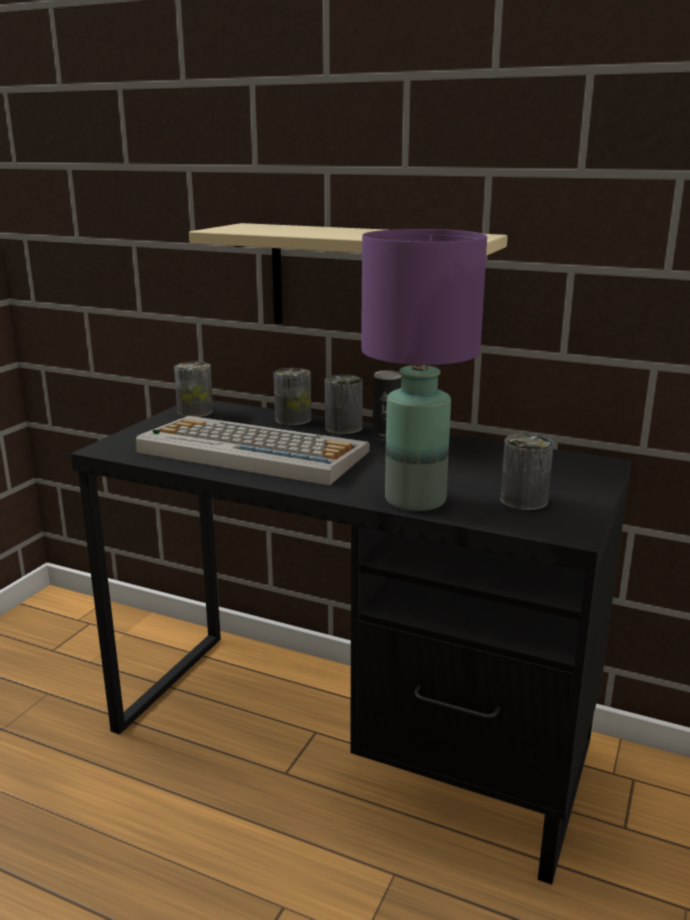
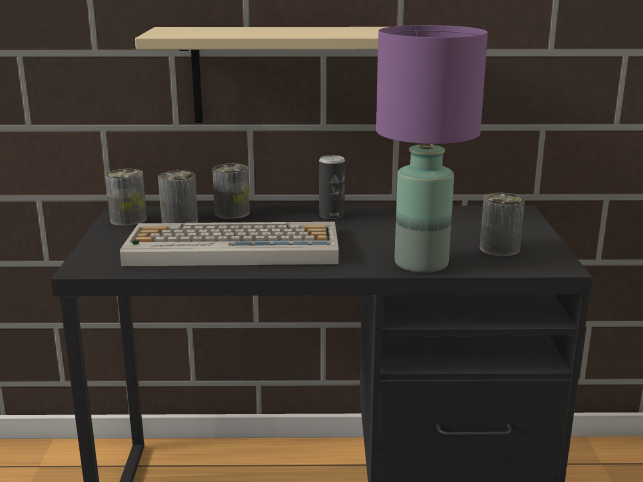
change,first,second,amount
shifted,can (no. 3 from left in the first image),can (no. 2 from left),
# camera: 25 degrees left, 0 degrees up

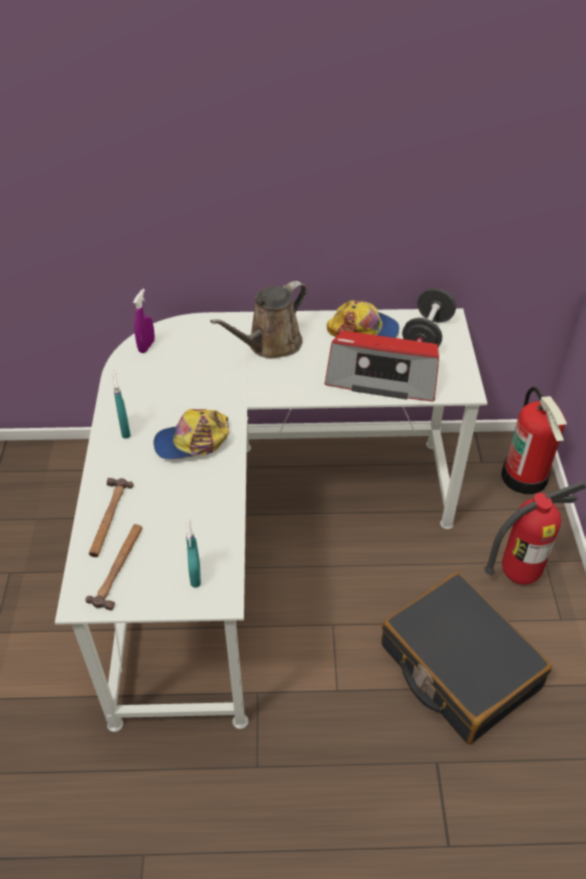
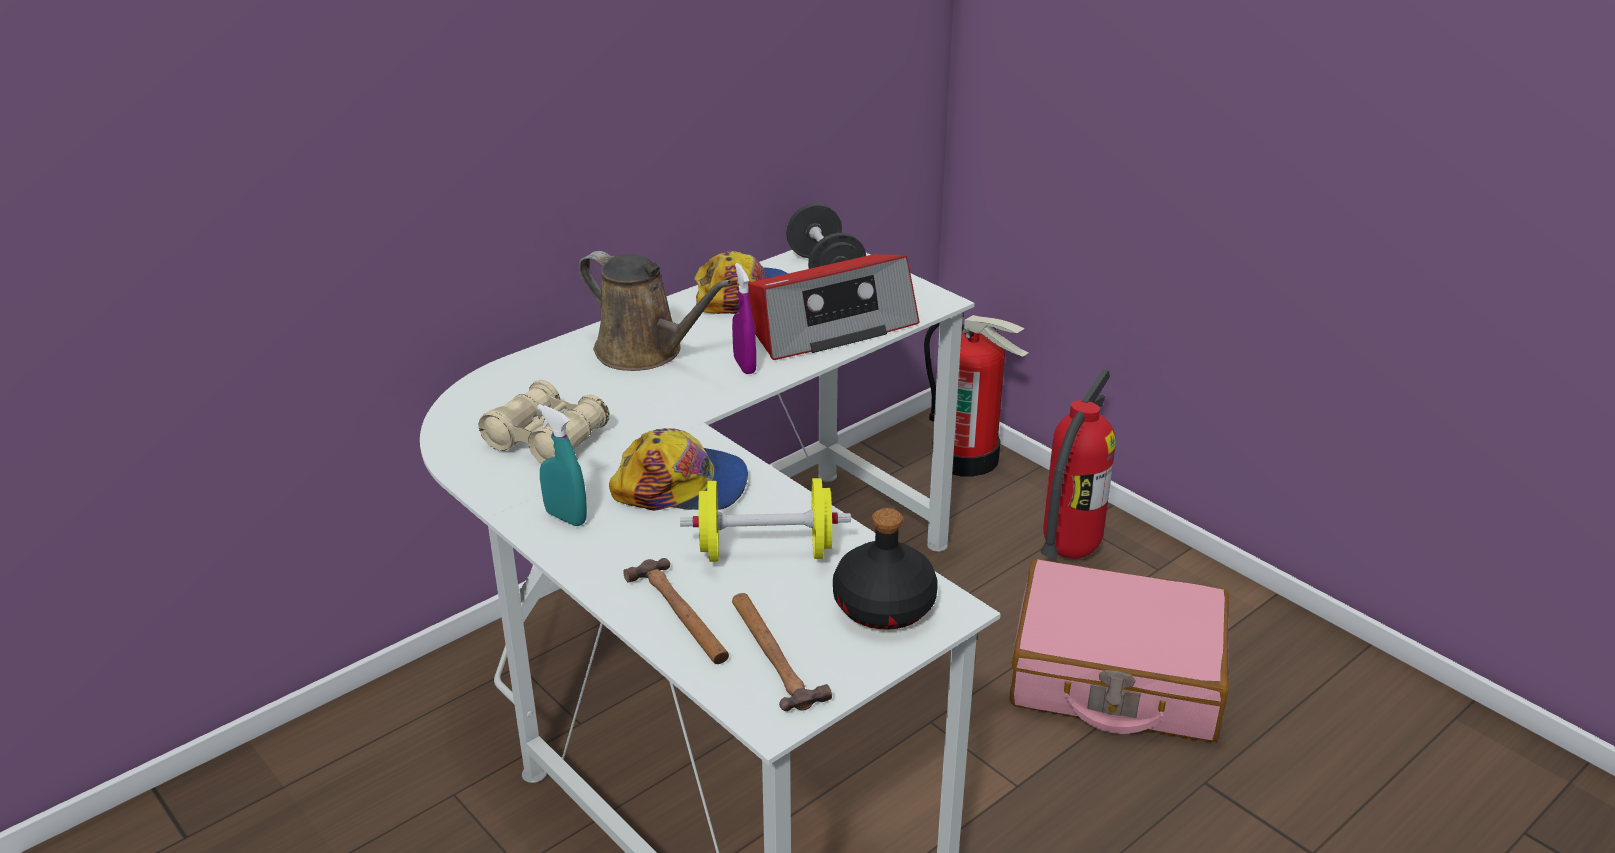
change,first,second,amount
rotated,watering can in brown,,60 degrees counterclockwise
shifted,spray bottle in purple,,
rotated,cap (no. 1 from left),,120 degrees counterclockwise
swapped,spray bottle in turquoise (no. 2 from left),bottle in black,
repainted,suitcase in black,suitcase in pink,
new,,binoculars in beige,
new,,dumbbell in yellow,
# camera: 40 degrees left, 15 degrees down

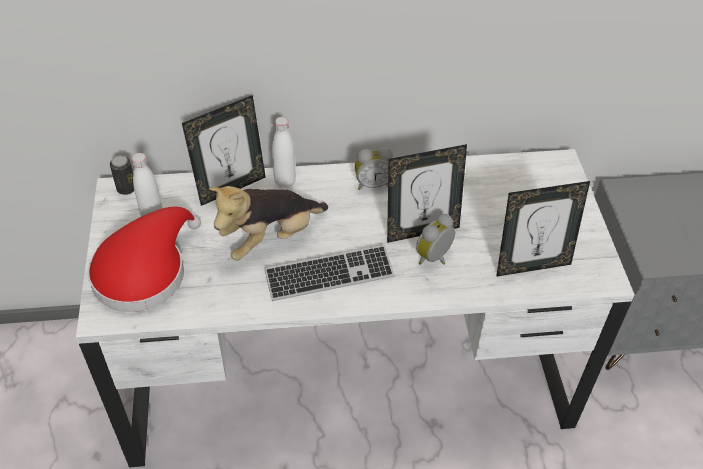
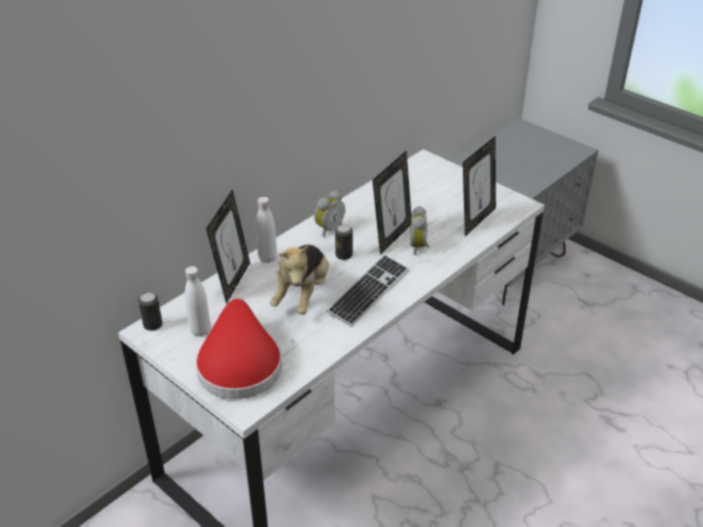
change,first,second,amount
new,,can (no. 2 from left),
# camera: 40 degrees left, 10 degrees down

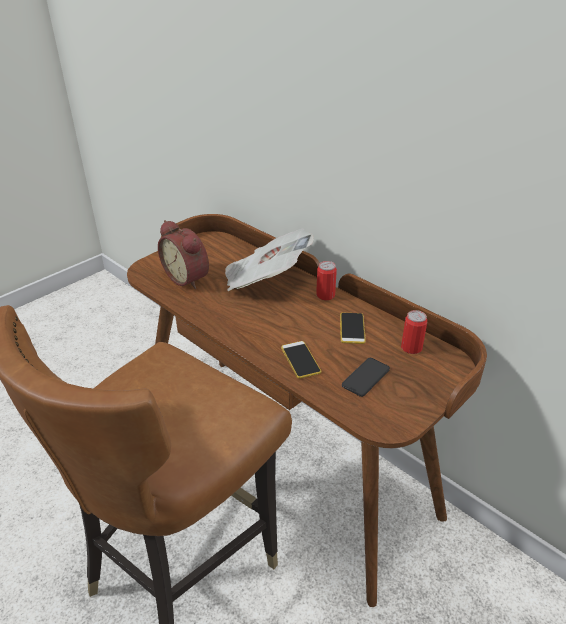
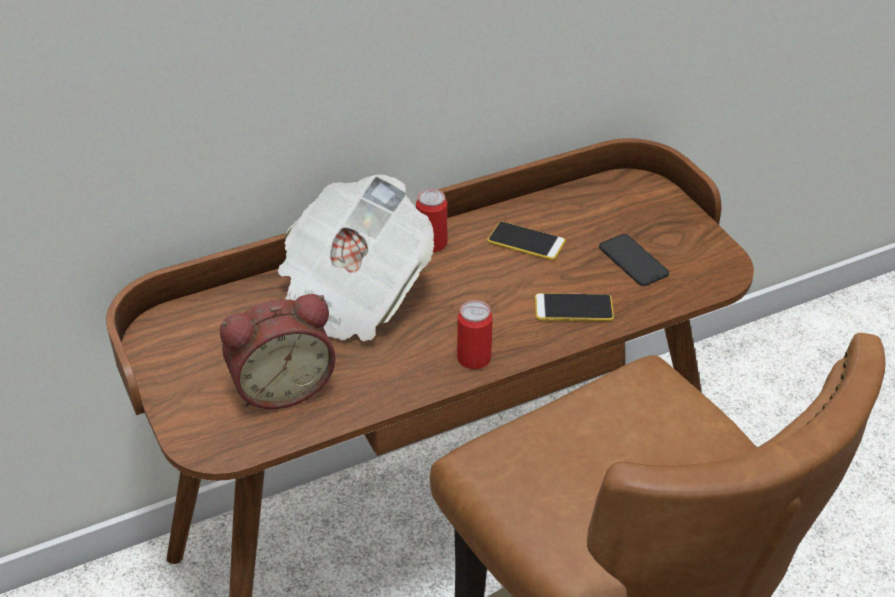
change,first,second,amount
shifted,can (no. 2 from left),,
# camera: 70 degrees left, 5 degrees up

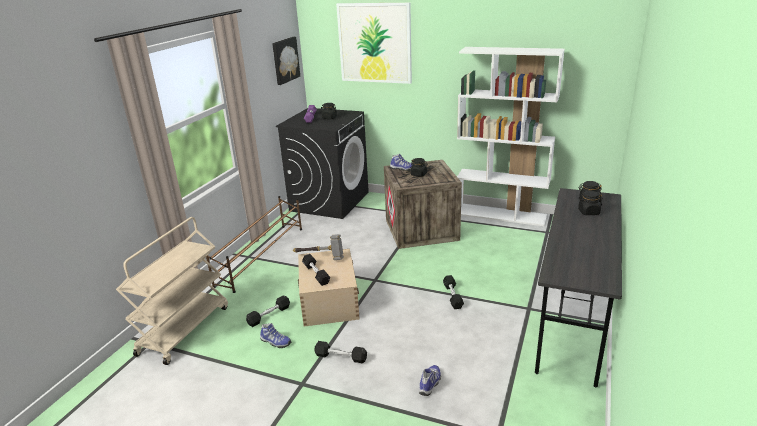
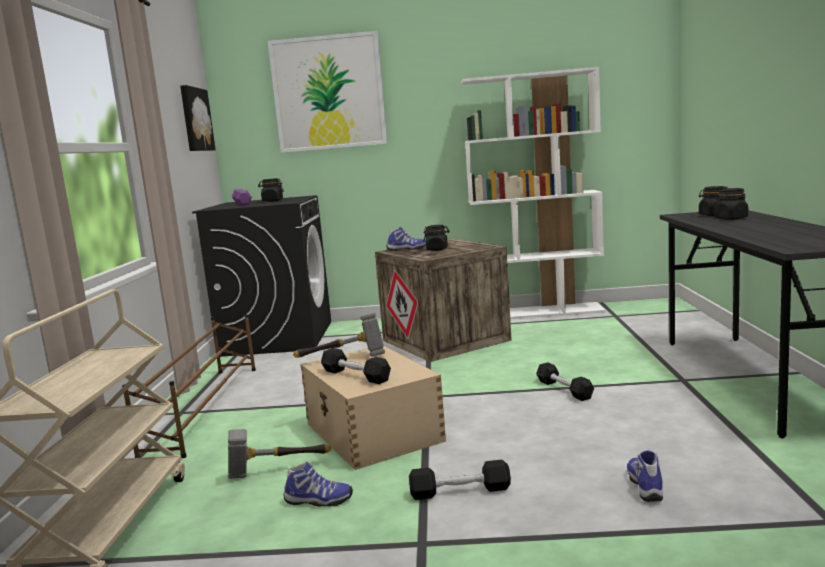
change,first,second,amount
swapped,dumbbell in black (no. 1 from left),hammer (no. 1 from left),
# camera: 20 degrees left, 15 degrees down

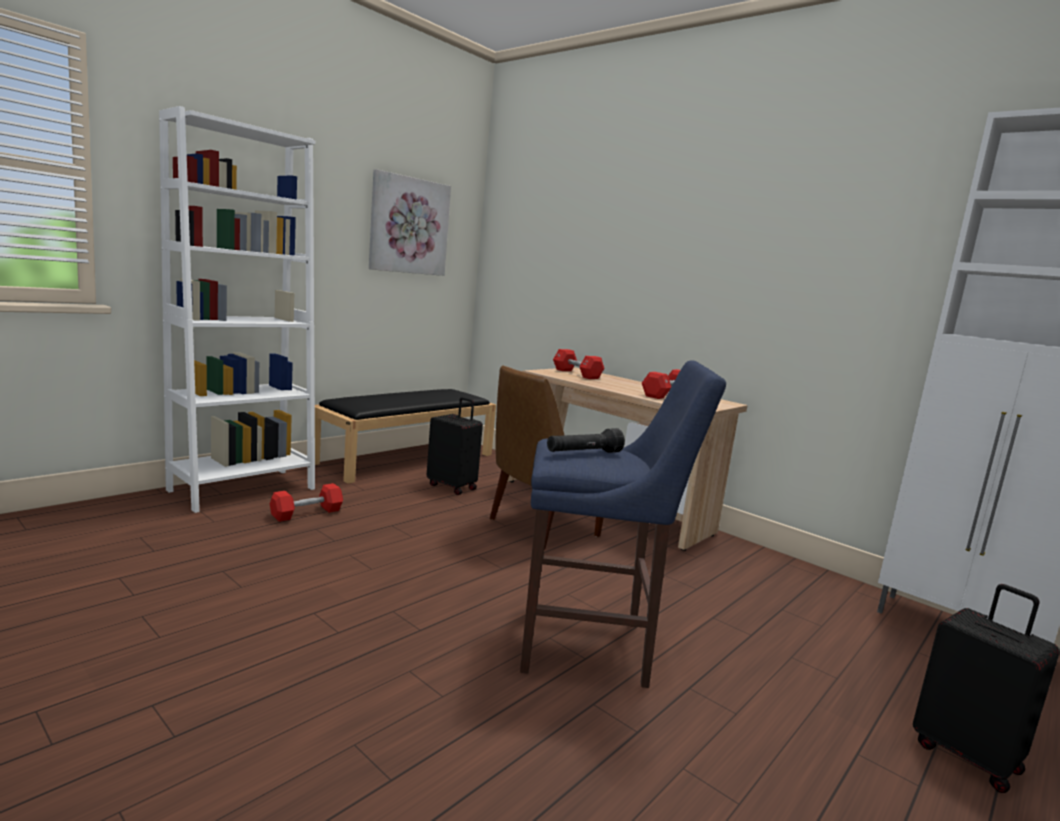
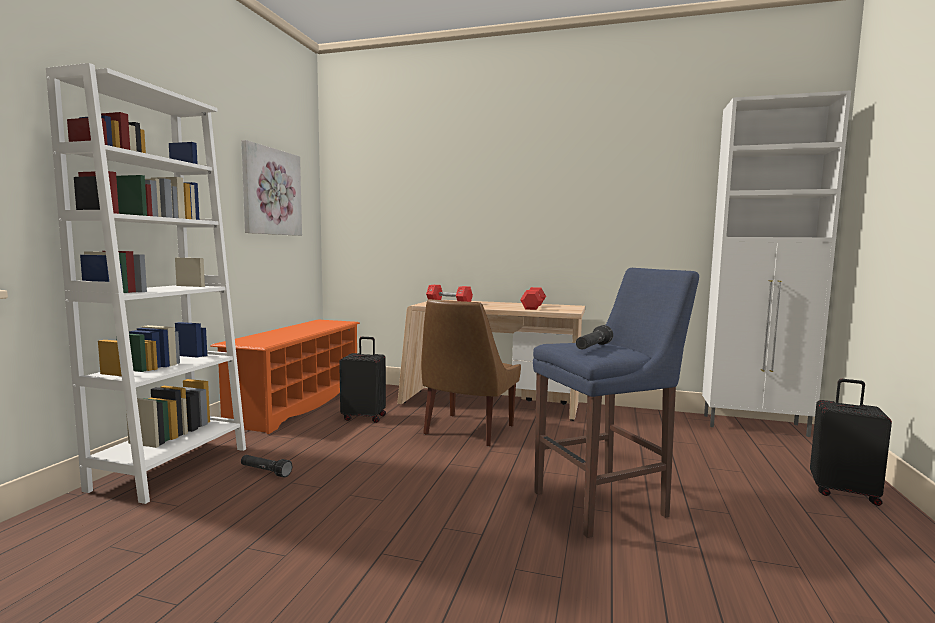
change,first,second,amount
swapped,bench in black,shoe rack in orange,
swapped,dumbbell in red (no. 1 from left),flashlight in black (no. 1 from left),
# camera: 25 degrees left, 5 degrees down

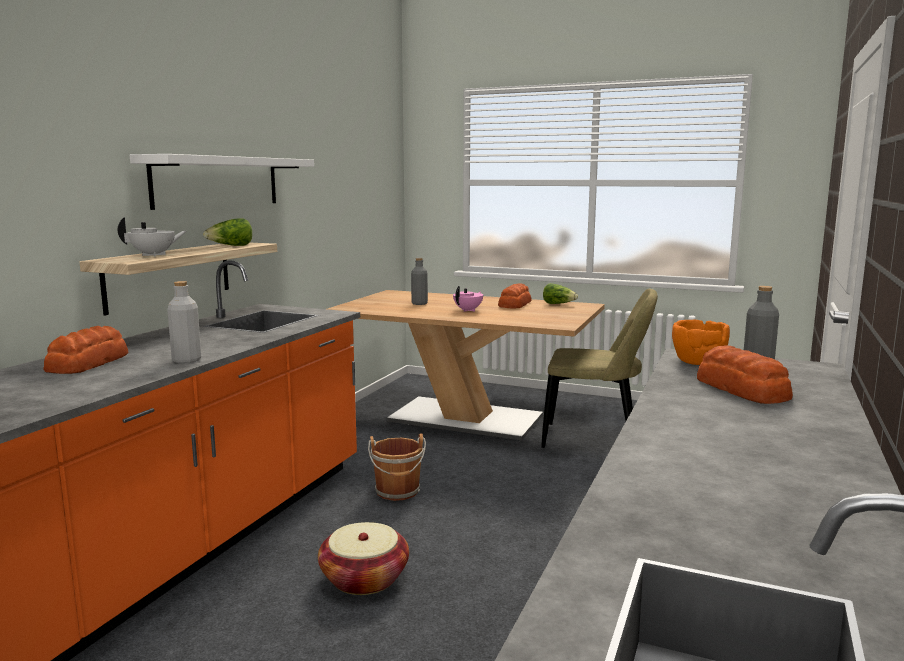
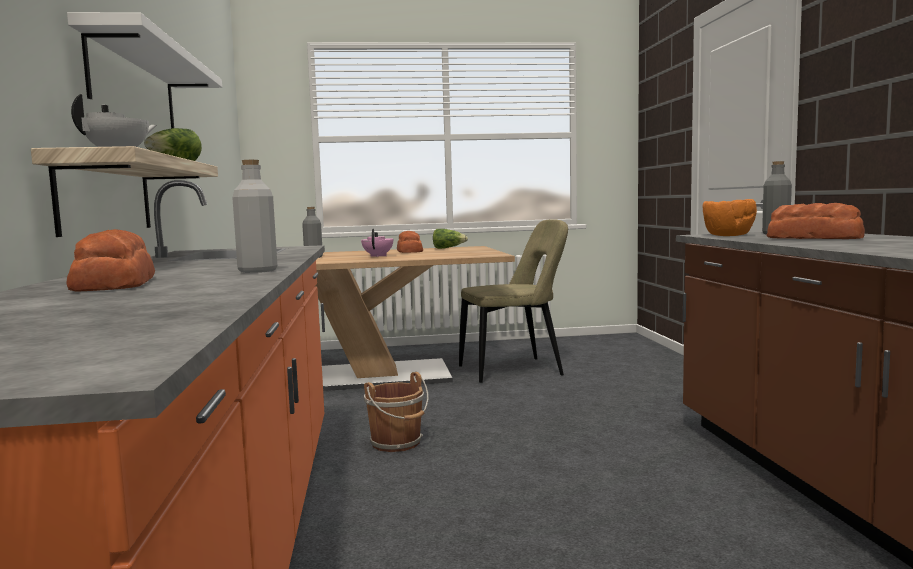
change,first,second,amount
gone,basket,,
# camera: 30 degrees left, 5 degrees down

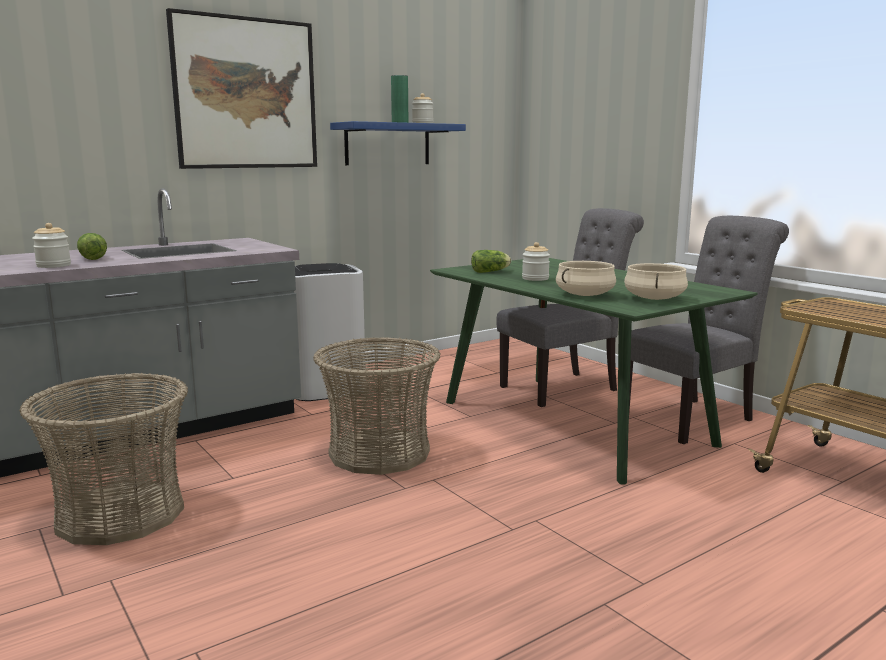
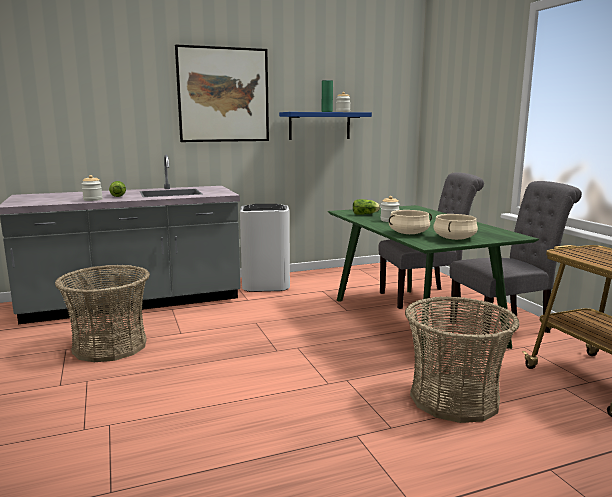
change,first,second,amount
shifted,basket (no. 2 from left),,
# camera: 15 degrees right, 0 degrees up

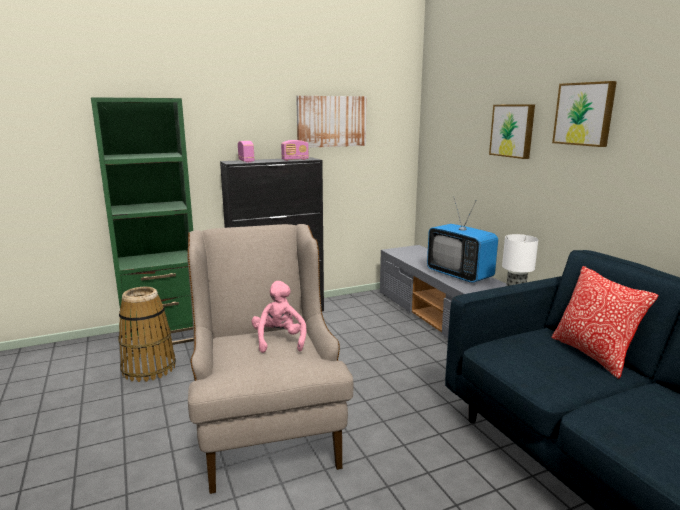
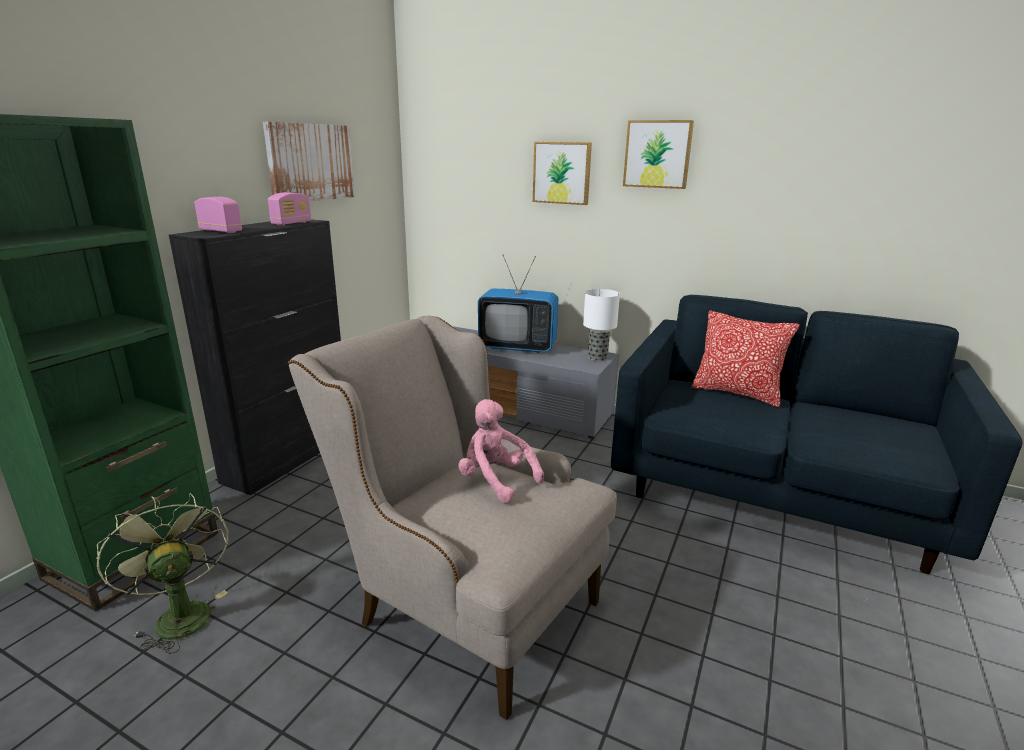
change,first,second,amount
swapped,basket,fan in green,
# camera: 40 degrees left, 5 degrees up

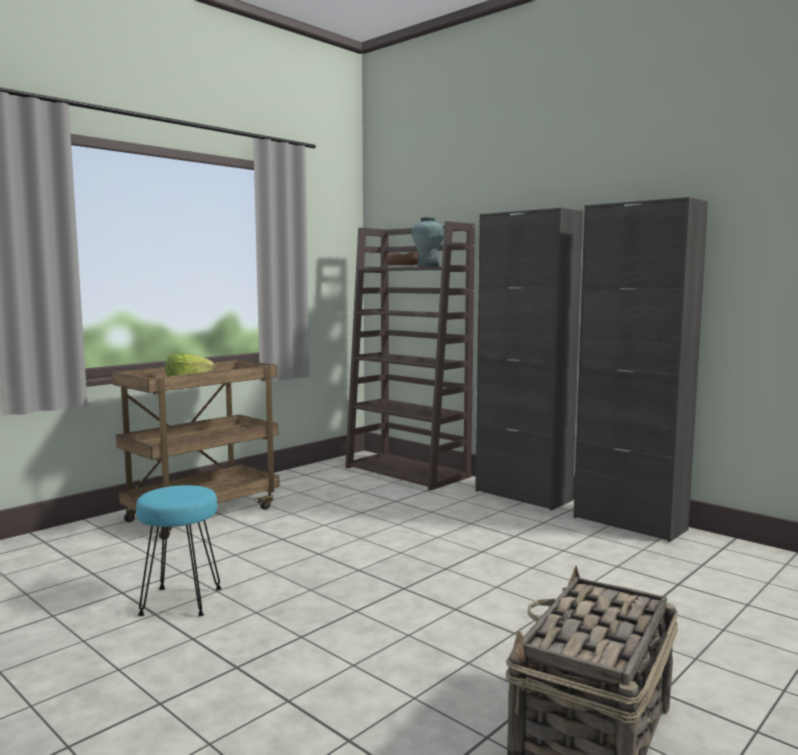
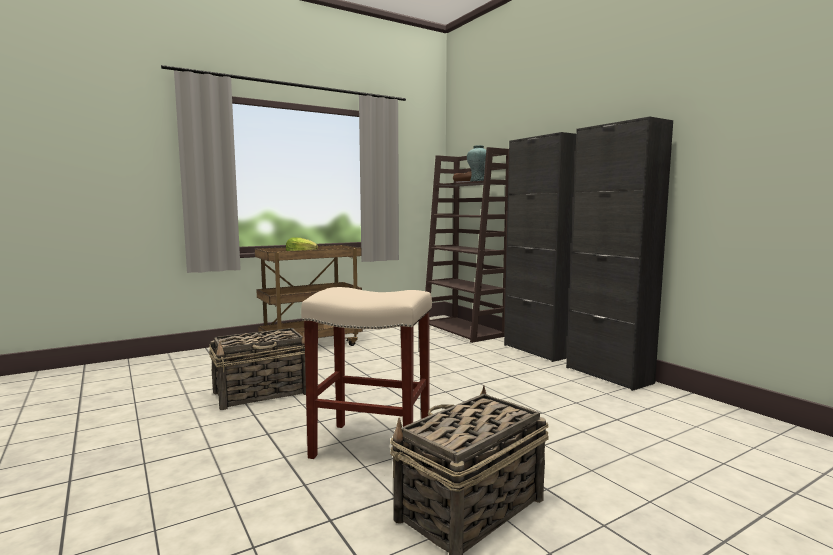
change,first,second,amount
swapped,stool in turquoise,basket (no. 1 from left),
new,,stool in beige,
# camera: 15 degrees right, 0 degrees up

